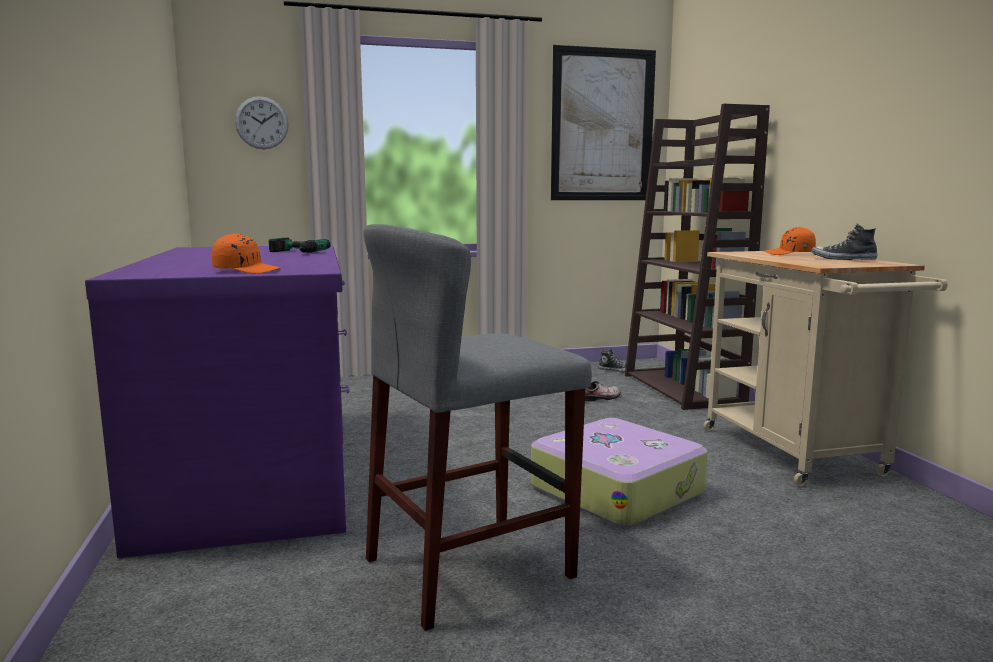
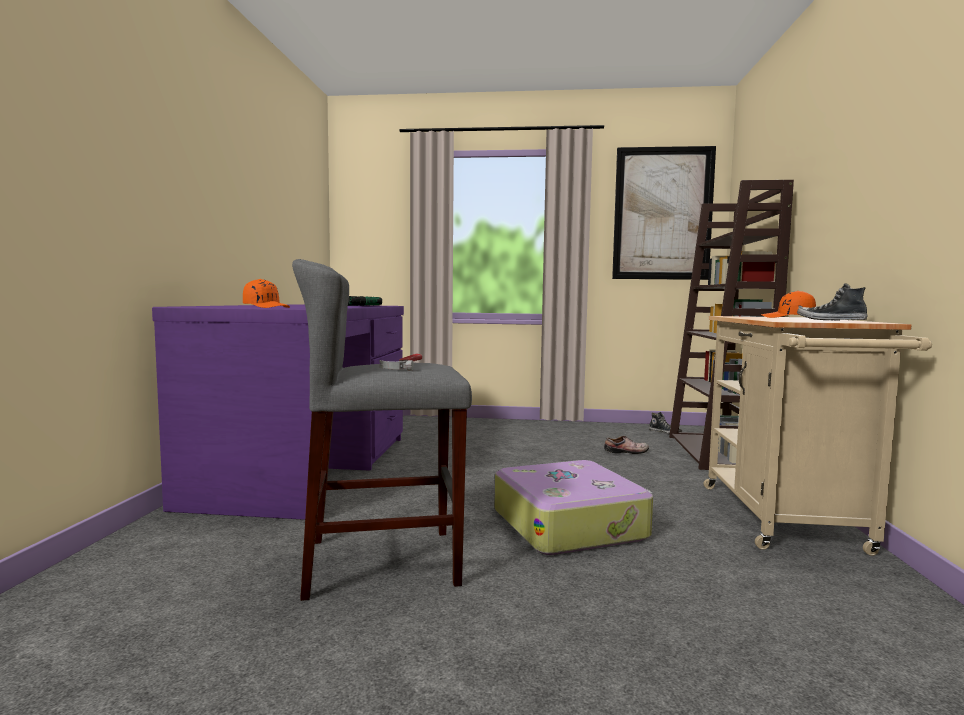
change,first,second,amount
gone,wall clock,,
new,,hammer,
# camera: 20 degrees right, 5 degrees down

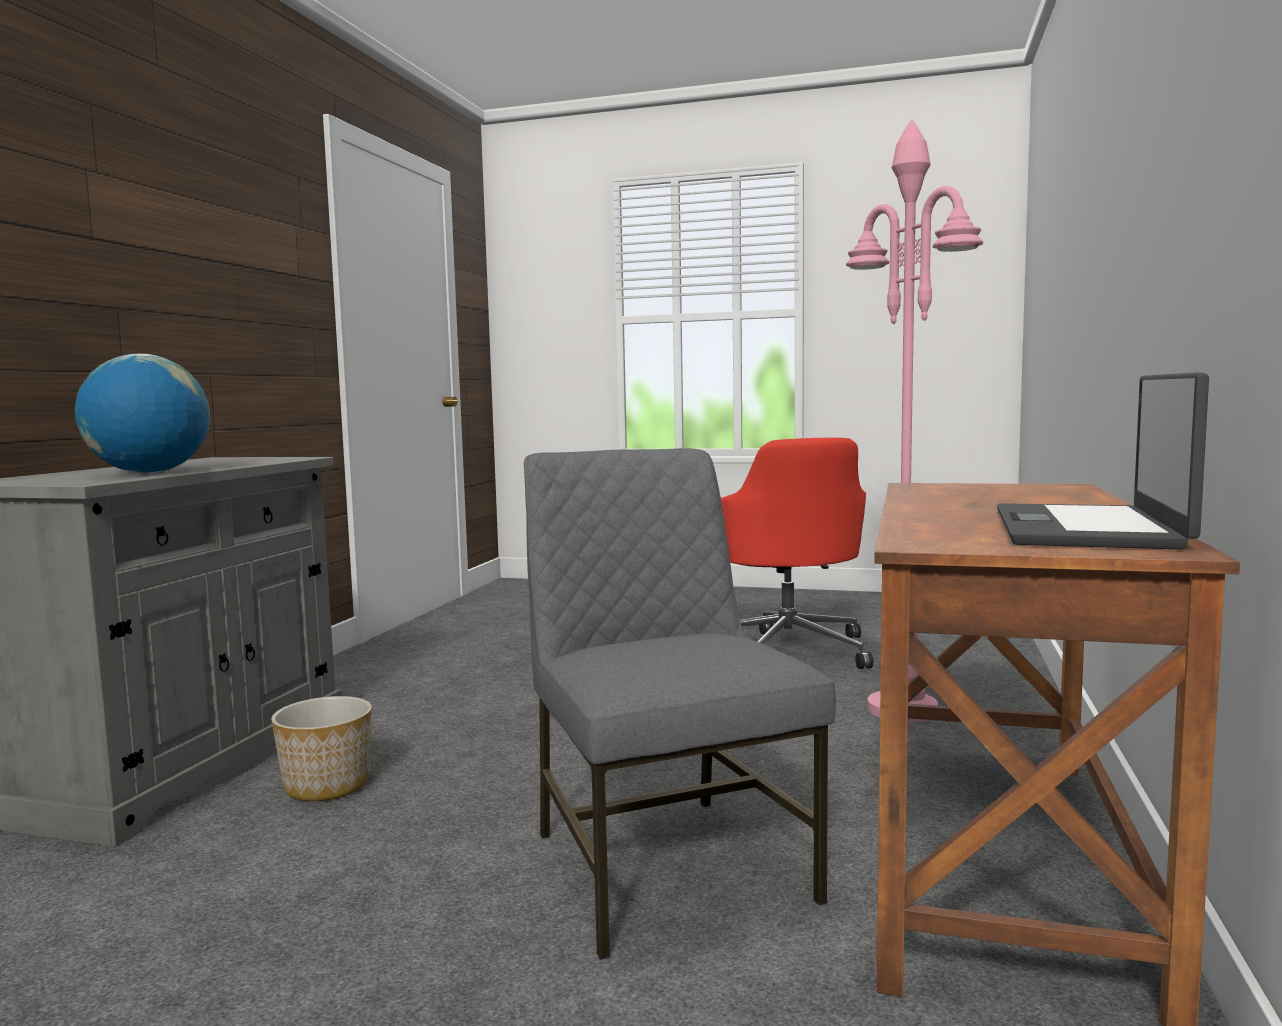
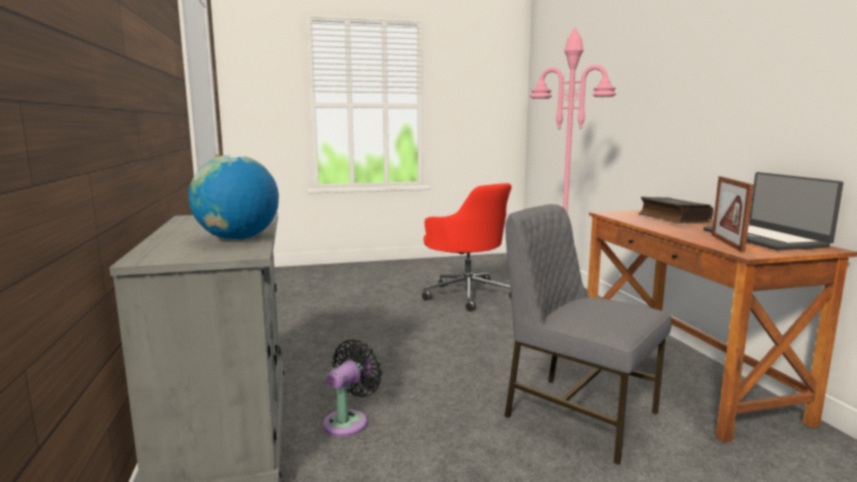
change,first,second,amount
swapped,planter,fan in black,
new,,picture frame,
new,,book,
# camera: 30 degrees left, 5 degrees up

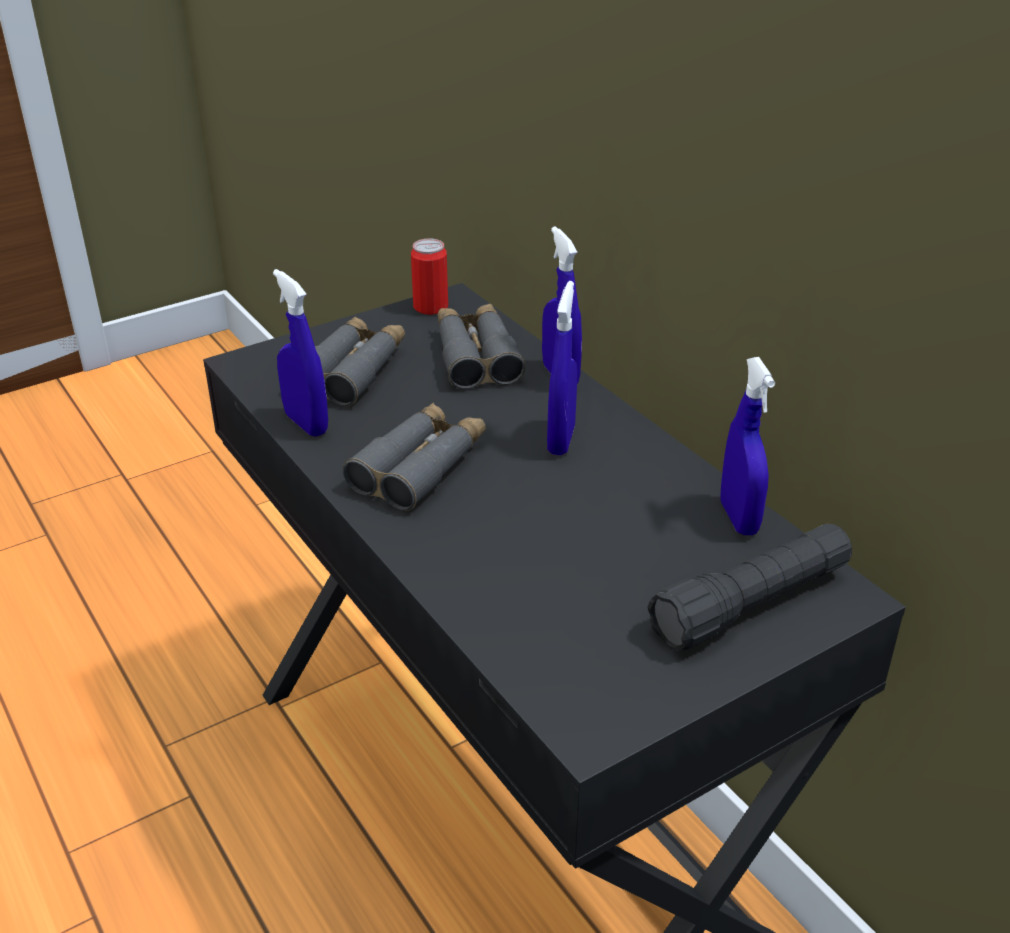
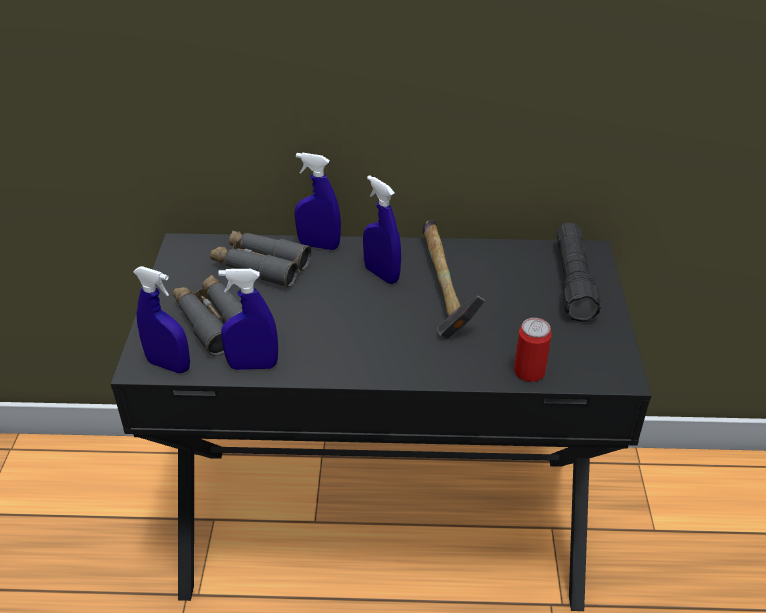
change,first,second,amount
shifted,can,,
shifted,spray bottle in blue (no. 4 from left in the first image),spray bottle in blue (no. 1 from left),
gone,binoculars in grey (no. 2 from left),,
new,,hammer,
# camera: 55 degrees left, 5 degrees up

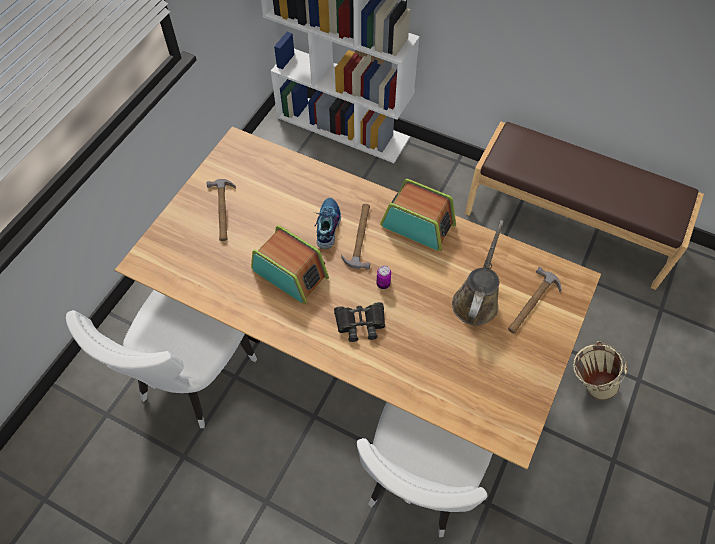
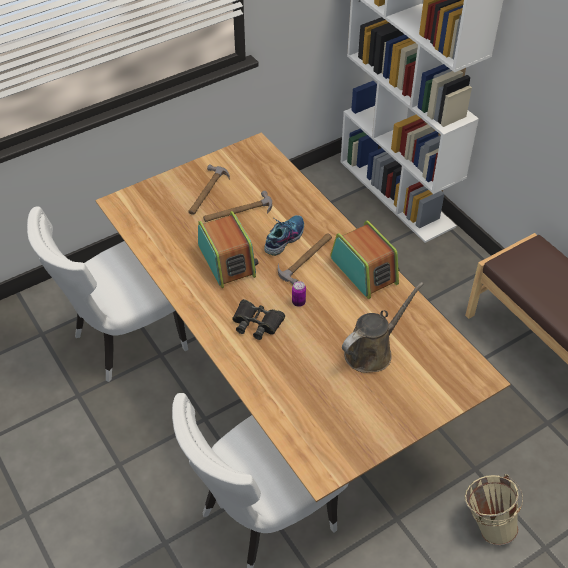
change,first,second,amount
shifted,hammer (no. 3 from left in the first image),hammer (no. 2 from left),
# camera: 30 degrees right, 10 degrees down

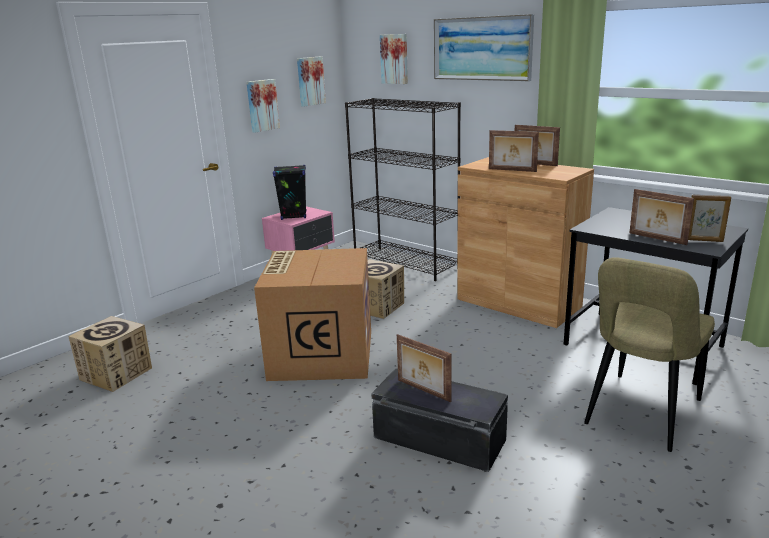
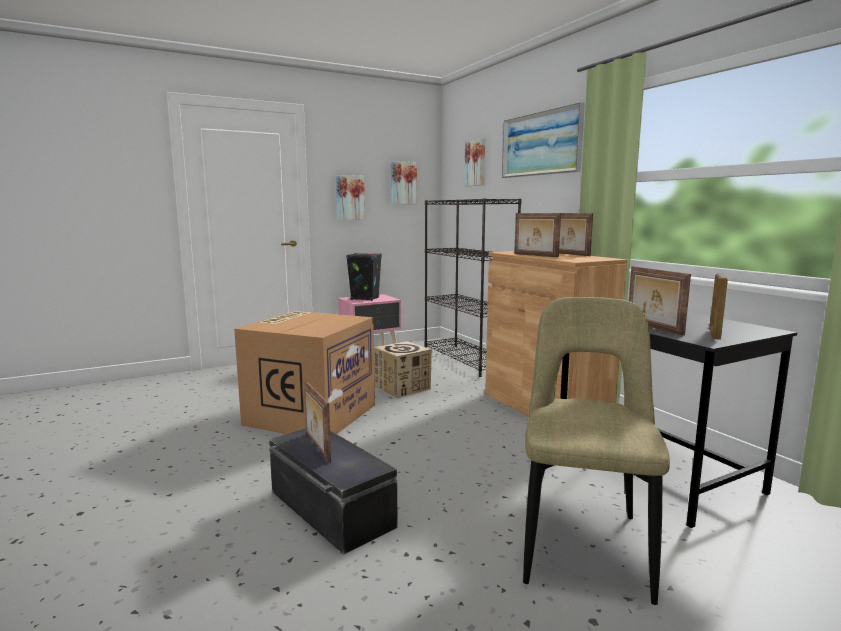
change,first,second,amount
rotated,picture frame (no. 5 from left),,75 degrees clockwise
rotated,chair in beige,,135 degrees clockwise
gone,cardboard box (no. 1 from left),,
# camera: 20 degrees right, 10 degrees down

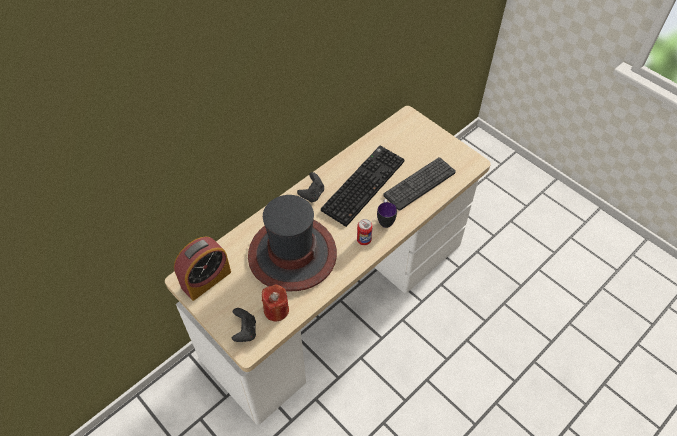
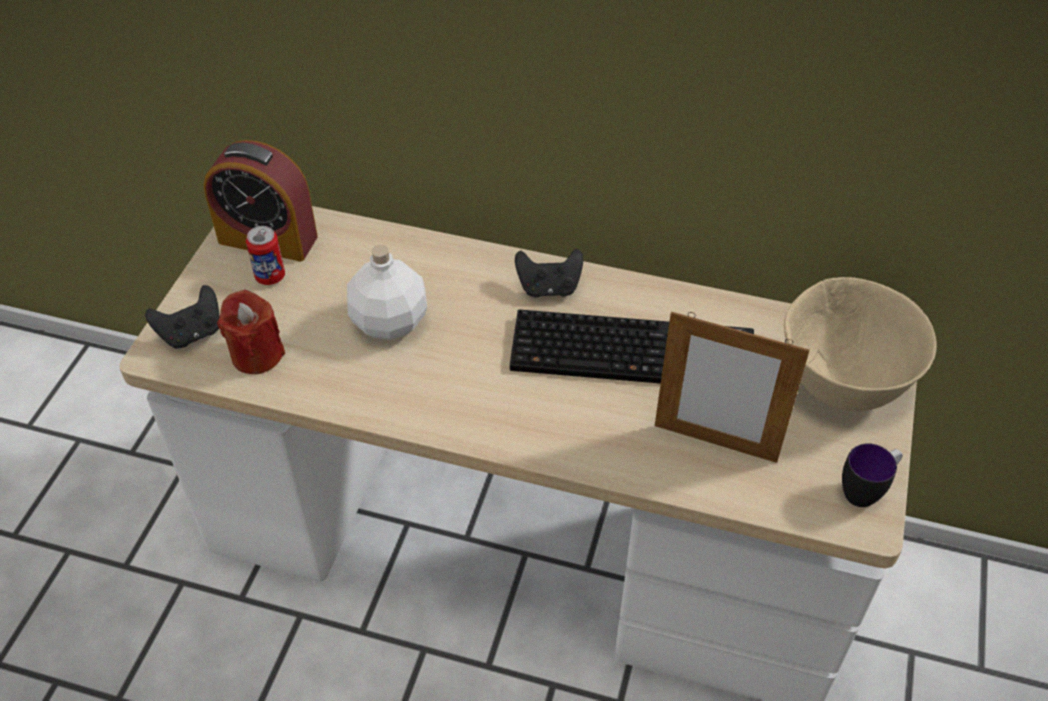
change,first,second,amount
swapped,keyboard (no. 2 from left),picture frame,
swapped,hat,bottle in white,
shifted,mug,,
shifted,can,,
new,,bowl in beige,
# camera: 60 degrees right, 5 degrees down

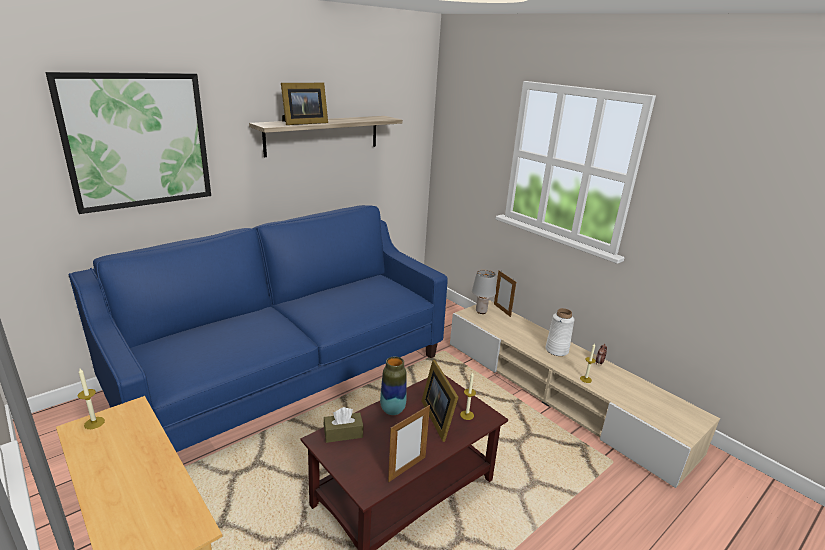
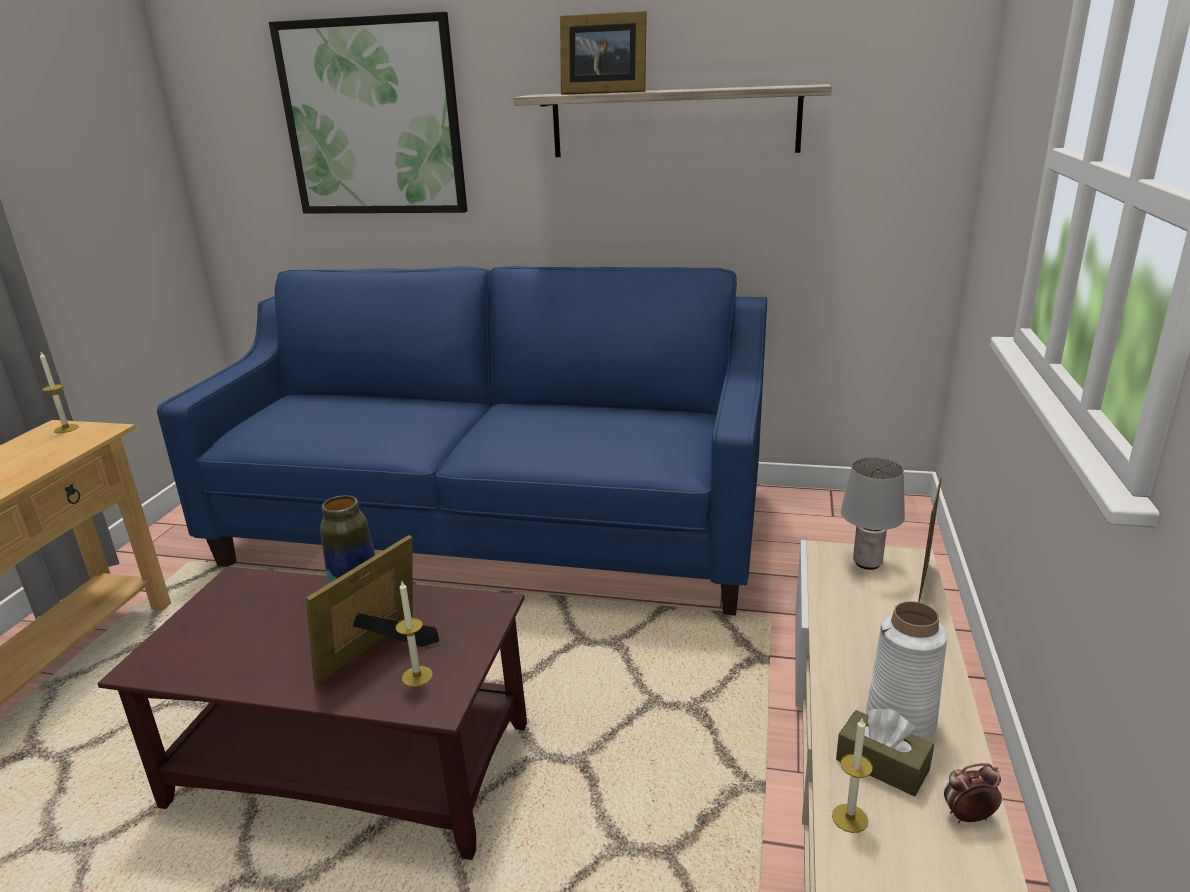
change,first,second,amount
gone,picture frame (no. 2 from left),,
shifted,tissue box in brown,,
# camera: 55 degrees right, 0 degrees up

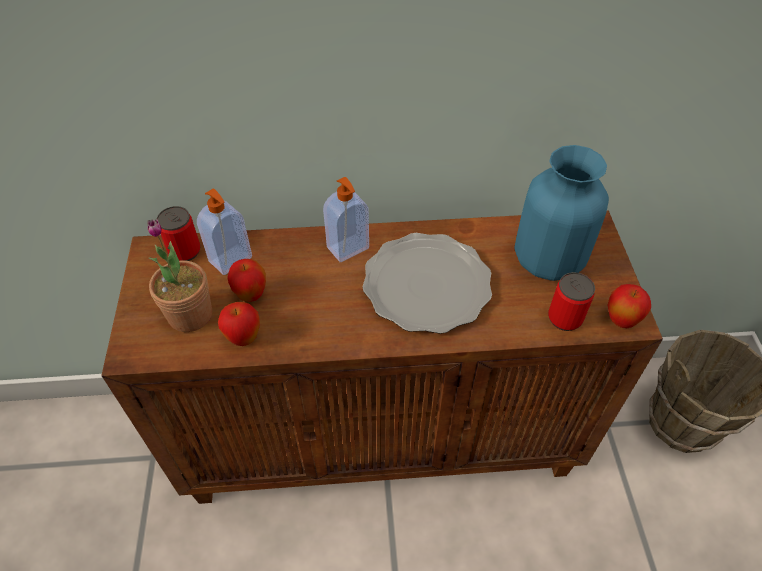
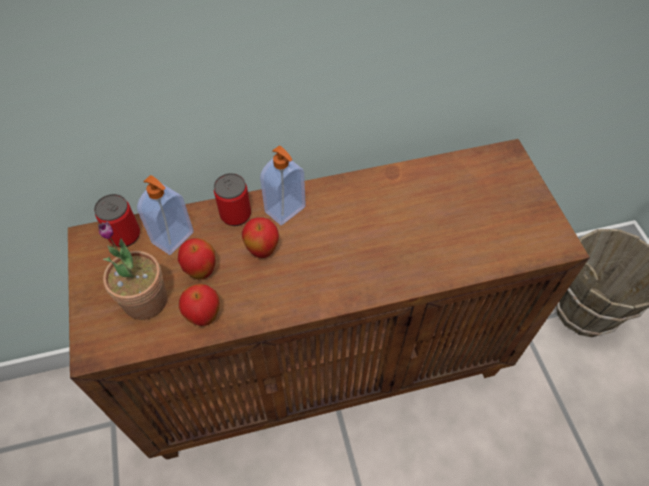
change,first,second,amount
gone,vase in blue,,
gone,plate,,
shifted,can (no. 2 from left),,
shifted,apple (no. 3 from left),,
# camera: 10 degrees left, 5 degrees up

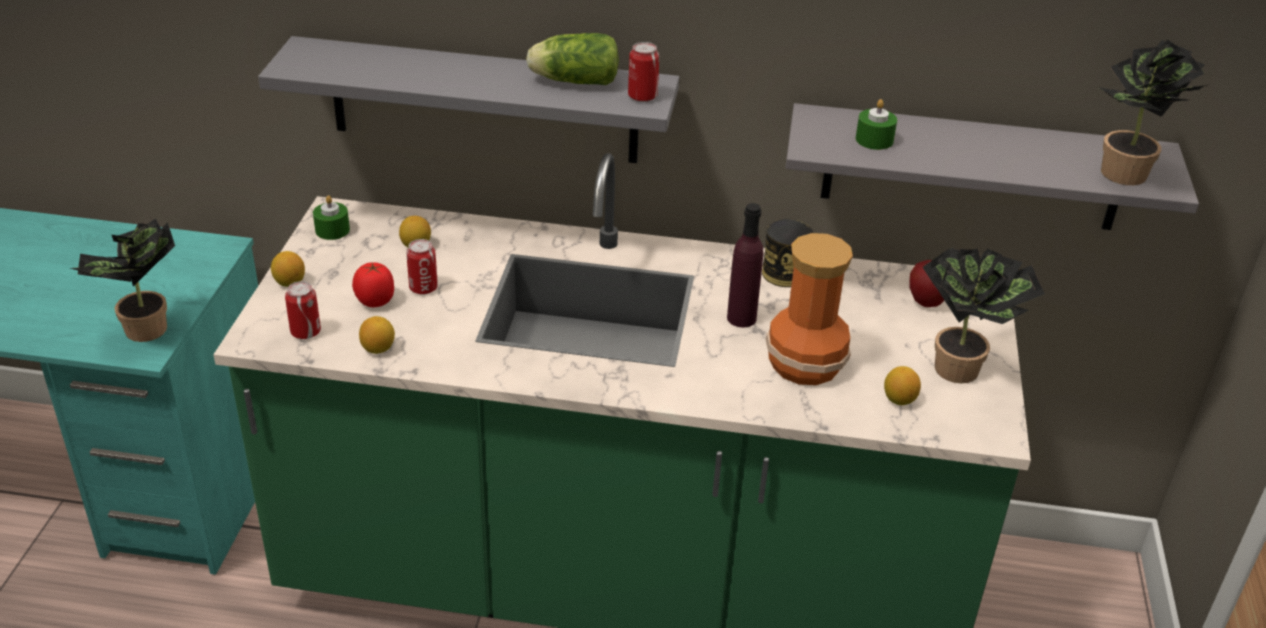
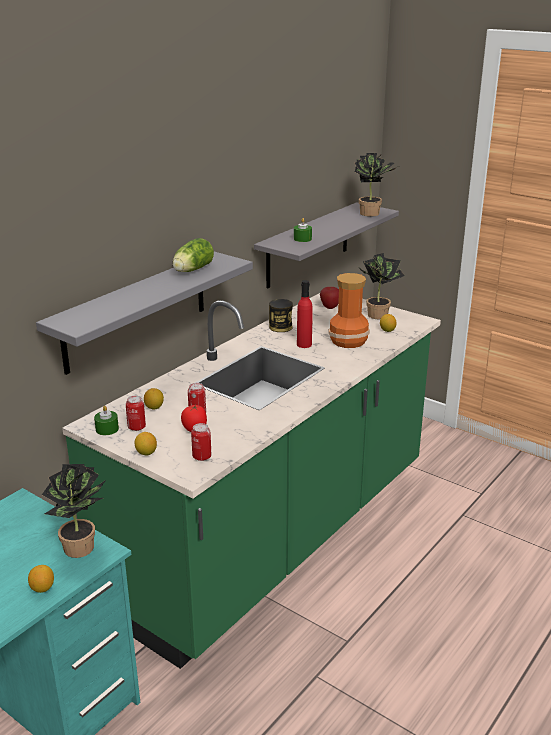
change,first,second,amount
shifted,can (no. 3 from left in the first image),can (no. 1 from left),
repainted,bottle in purple,bottle in red,
shifted,lemon (no. 2 from left in the first image),lemon (no. 1 from left),
# camera: 60 degrees left, 10 degrees down

